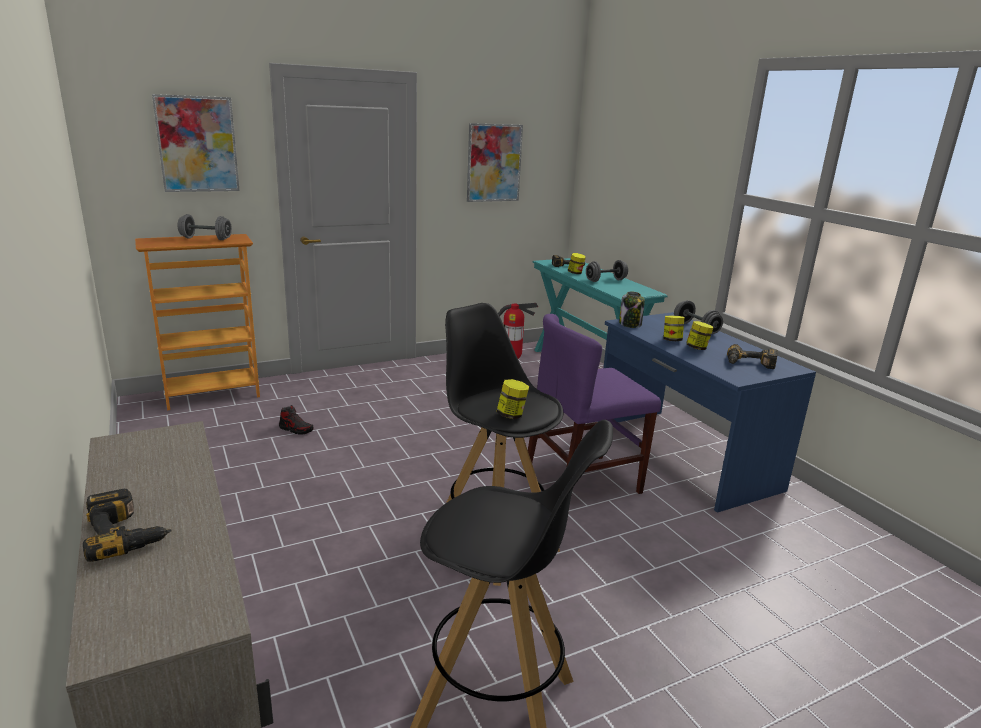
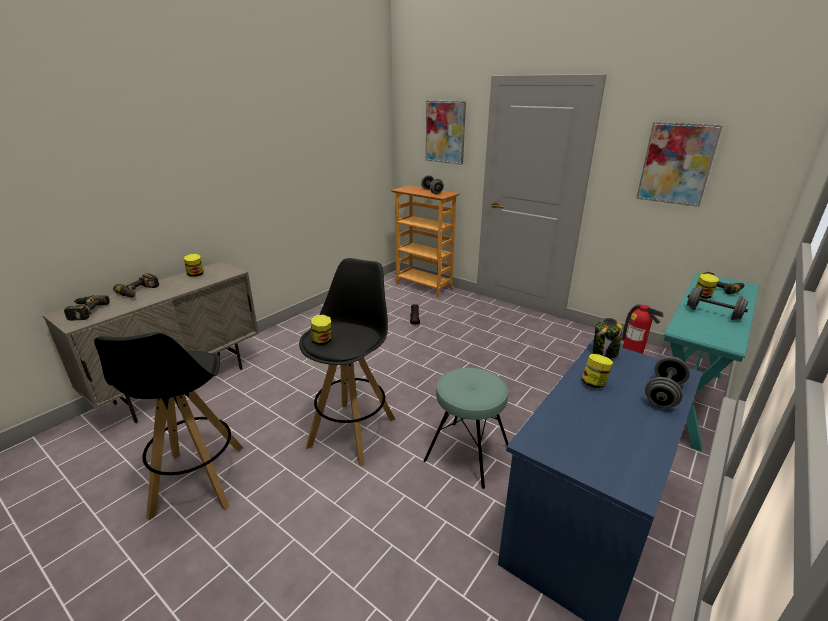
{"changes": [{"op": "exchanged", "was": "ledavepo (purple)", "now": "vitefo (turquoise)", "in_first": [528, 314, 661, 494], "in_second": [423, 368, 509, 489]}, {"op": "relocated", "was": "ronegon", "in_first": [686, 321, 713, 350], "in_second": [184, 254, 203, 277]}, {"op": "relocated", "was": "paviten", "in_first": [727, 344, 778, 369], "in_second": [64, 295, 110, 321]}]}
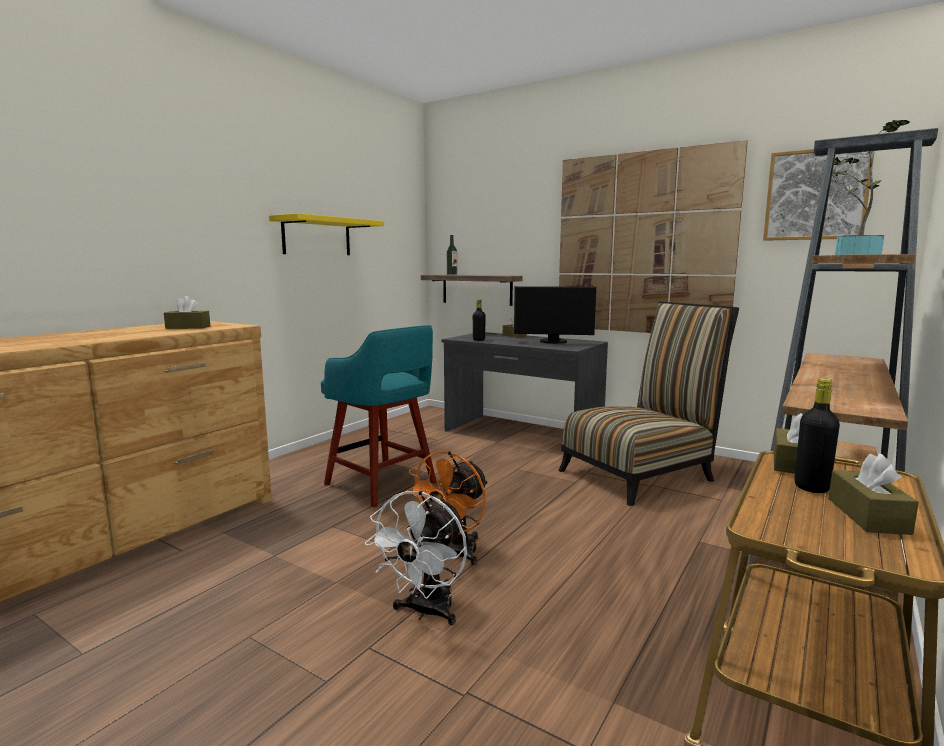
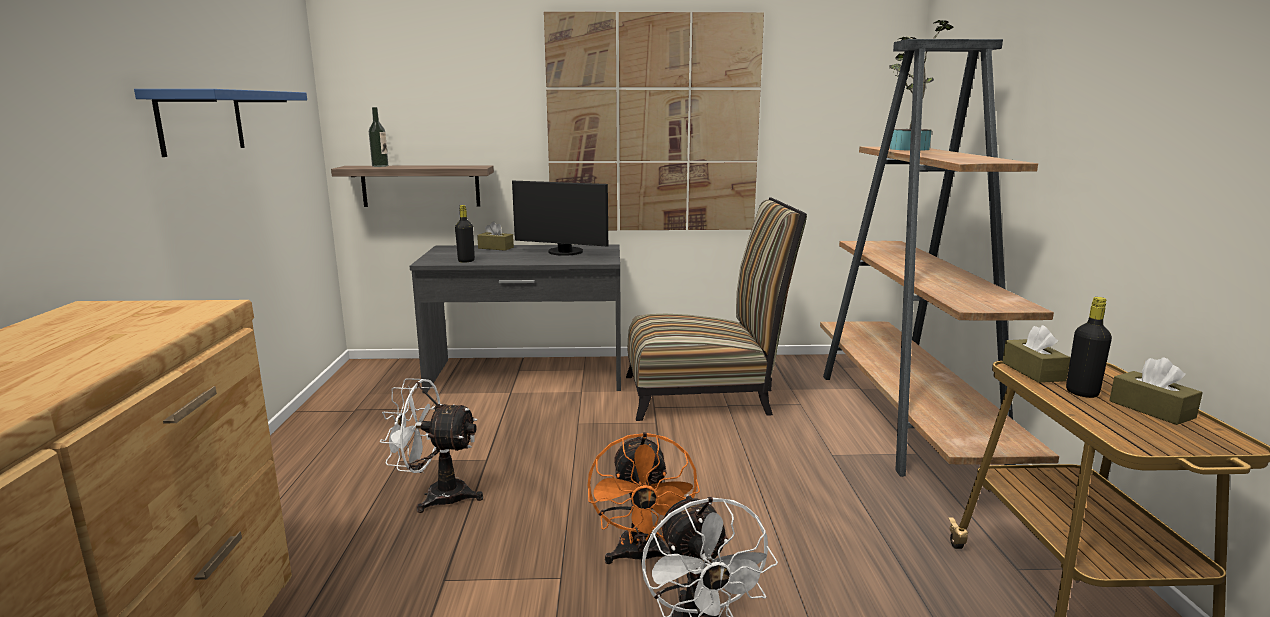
{"changes": [{"op": "missing", "was": "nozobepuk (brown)", "in_first": [164, 296, 210, 329]}, {"op": "colour", "was": "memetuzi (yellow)", "now": "memetuzi (blue)", "in_first": [269, 213, 384, 255], "in_second": [134, 89, 307, 157]}, {"op": "exchanged", "was": "vitefo (turquoise)", "now": "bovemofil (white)", "in_first": [321, 325, 437, 507], "in_second": [380, 378, 483, 513]}, {"op": "spun", "was": "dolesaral", "in_first": [514, 286, 596, 344], "in_second": [512, 181, 608, 256], "clockwise": 45}, {"op": "spun", "was": "ledavepo", "in_first": [558, 301, 739, 506], "in_second": [626, 197, 807, 421], "clockwise": 60}, {"op": "missing", "was": "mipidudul", "in_first": [763, 149, 875, 241]}]}
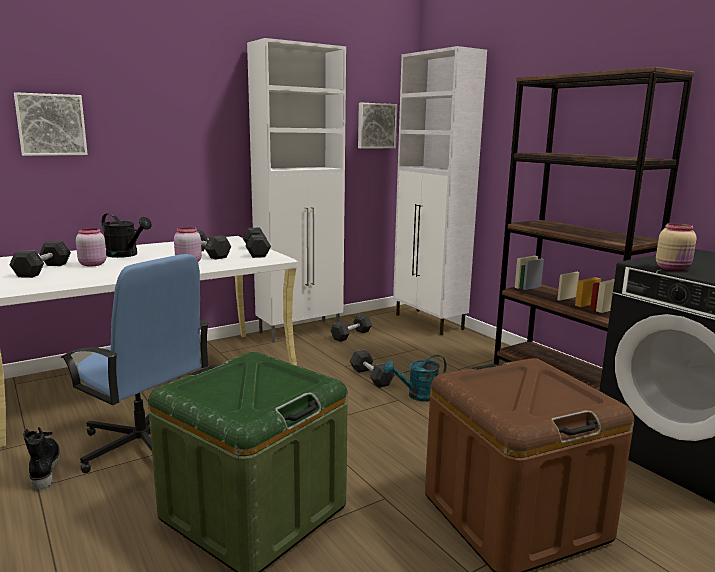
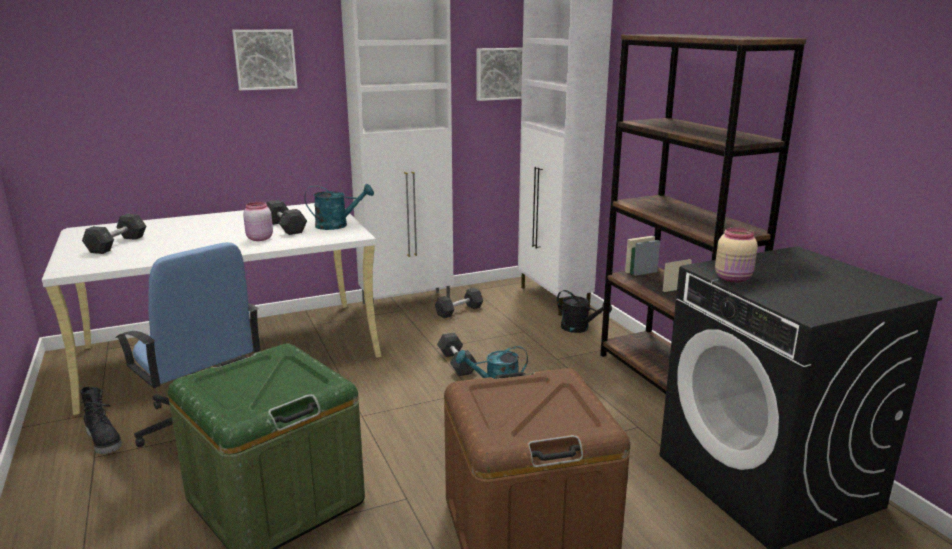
{"changes": [{"op": "relocated", "was": "mipidudul", "in_first": [14, 92, 88, 156], "in_second": [232, 29, 298, 91]}, {"op": "spun", "was": "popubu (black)", "in_first": [23, 427, 61, 491], "in_second": [81, 387, 122, 454], "clockwise": 150}, {"op": "missing", "was": "ronegon (pink)", "in_first": [76, 228, 106, 267]}, {"op": "relocated", "was": "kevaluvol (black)", "in_first": [102, 213, 152, 258], "in_second": [557, 290, 612, 333]}, {"op": "exchanged", "was": "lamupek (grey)", "now": "kevaluvol (turquoise)", "in_first": [243, 228, 271, 258], "in_second": [304, 184, 374, 230]}]}
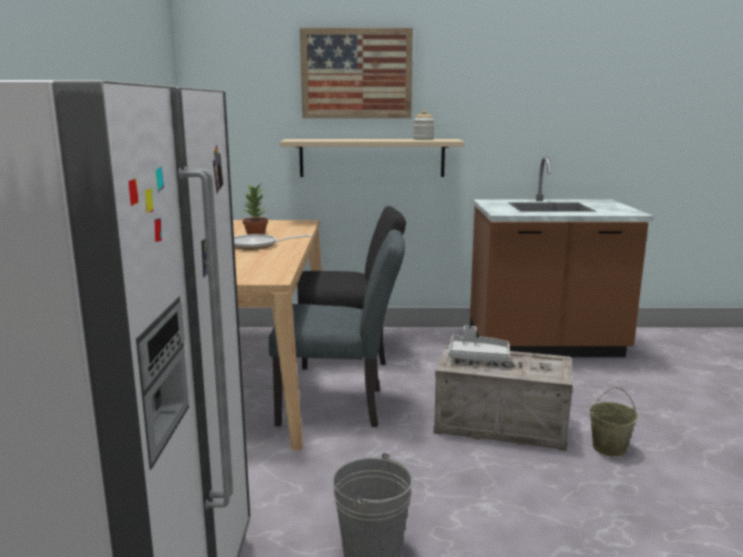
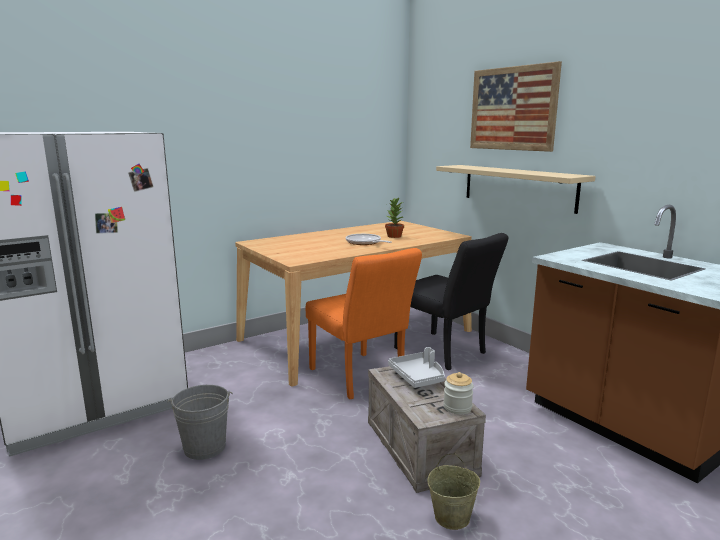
{"changes": [{"op": "colour", "was": "ledavepo (grey)", "now": "ledavepo (orange)", "in_first": [269, 229, 405, 427], "in_second": [306, 248, 422, 399]}, {"op": "relocated", "was": "ronegon", "in_first": [413, 110, 435, 140], "in_second": [443, 372, 474, 415]}]}
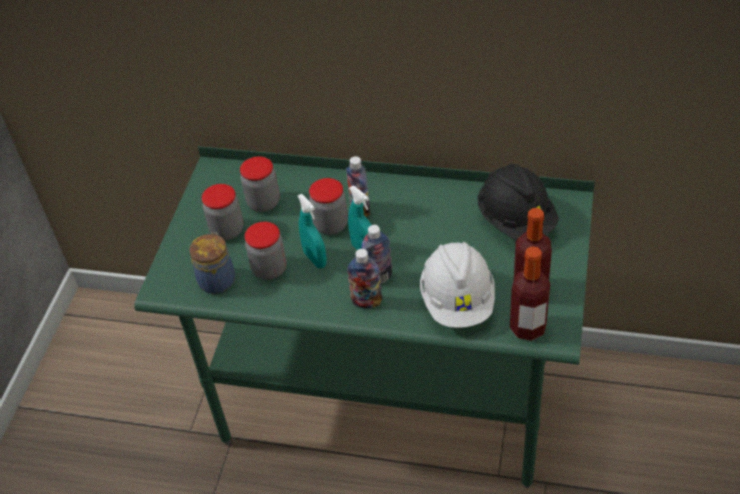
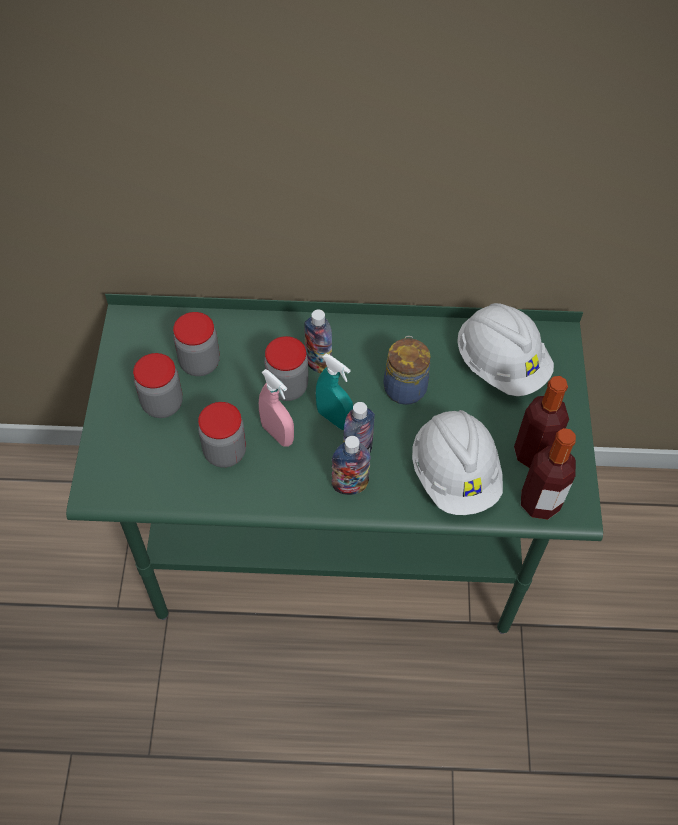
{"changes": [{"op": "relocated", "was": "ronegon", "in_first": [189, 232, 235, 294], "in_second": [384, 336, 431, 405]}, {"op": "colour", "was": "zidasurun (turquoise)", "now": "zidasurun (pink)", "in_first": [298, 194, 327, 268], "in_second": [259, 369, 294, 447]}, {"op": "colour", "was": "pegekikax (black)", "now": "pegekikax (white)", "in_first": [478, 164, 559, 240], "in_second": [457, 303, 554, 396]}]}
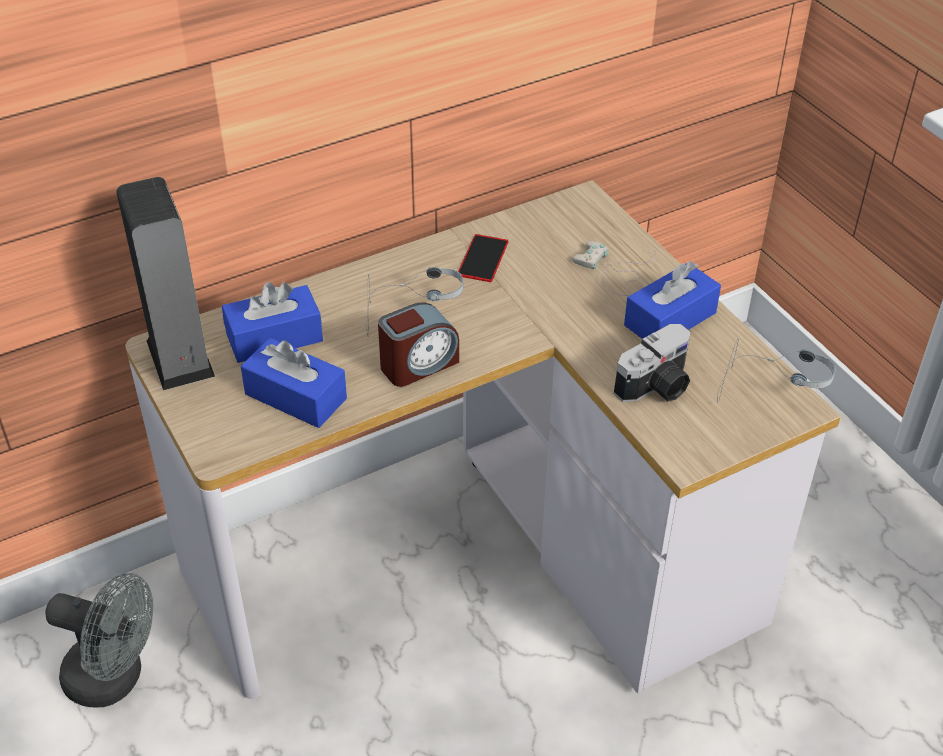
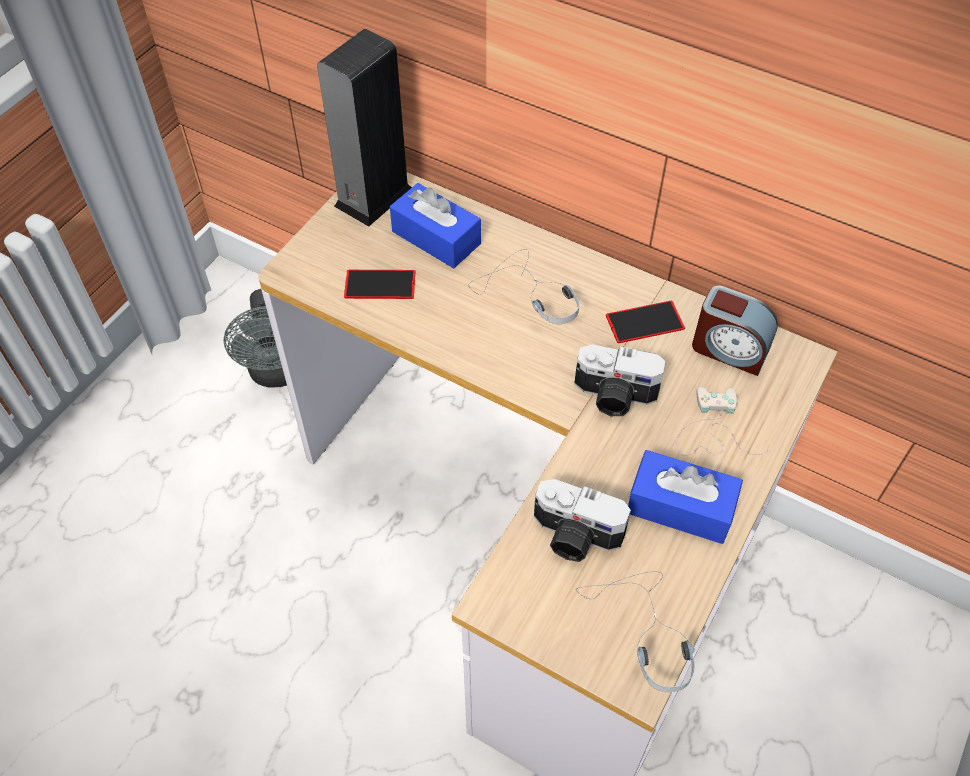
{"changes": [{"op": "exchanged", "was": "nozobepuk (blue)", "now": "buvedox", "in_first": [241, 338, 347, 428], "in_second": [344, 270, 415, 299]}, {"op": "relocated", "was": "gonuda", "in_first": [378, 302, 459, 387], "in_second": [692, 286, 778, 376]}, {"op": "appeared", "now": "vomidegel", "in_second": [574, 344, 666, 416]}]}
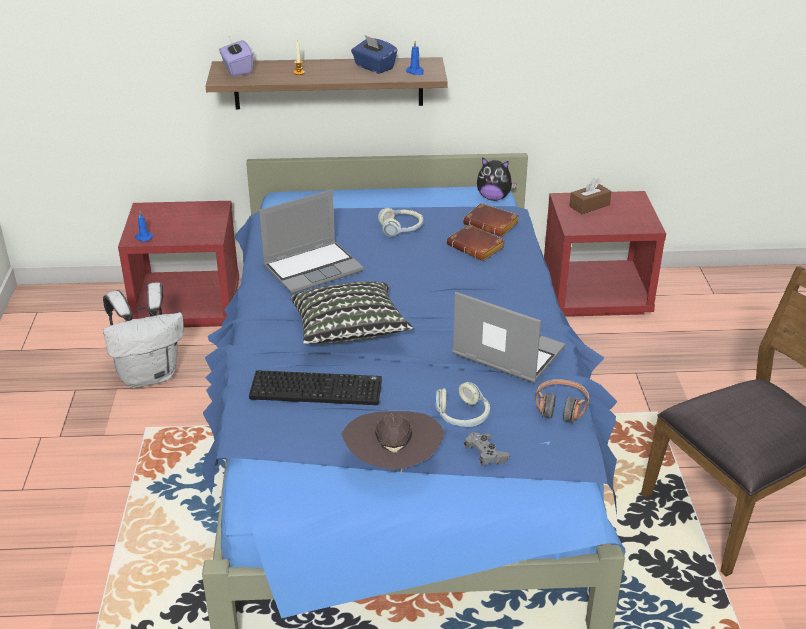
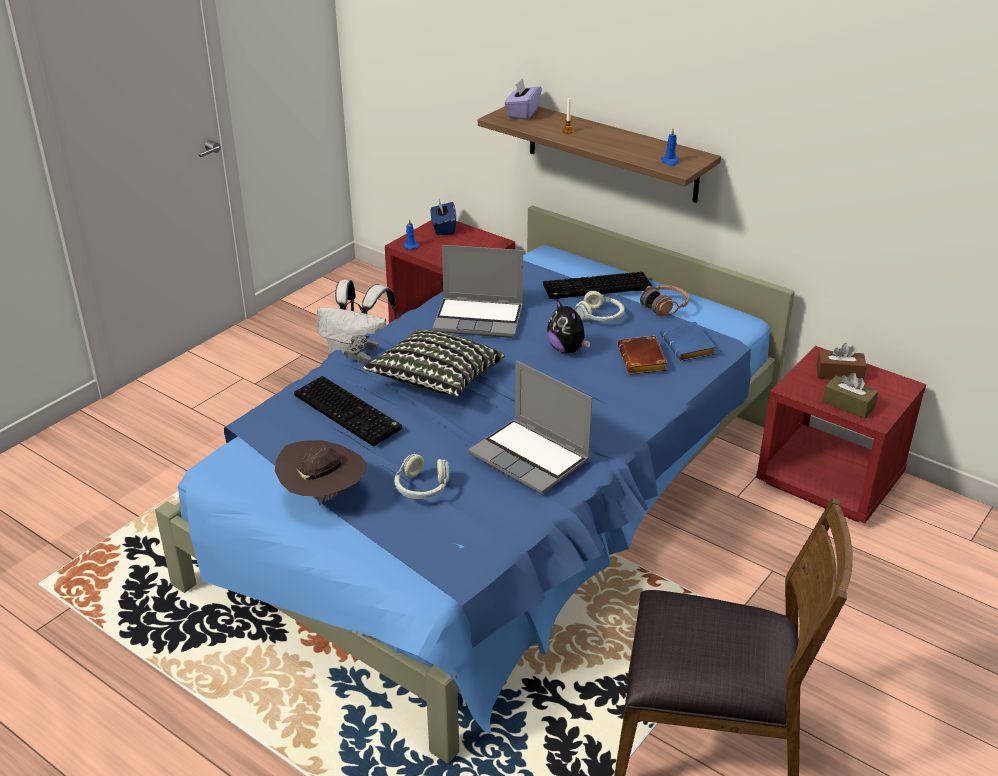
{"changes": [{"op": "relocated", "was": "nozobepuk (blue)", "in_first": [351, 35, 397, 74], "in_second": [431, 199, 456, 235]}, {"op": "spun", "was": "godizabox", "in_first": [452, 292, 565, 383], "in_second": [468, 361, 592, 494], "clockwise": 150}, {"op": "colour", "was": "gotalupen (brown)", "now": "gotalupen (blue)", "in_first": [463, 203, 519, 237], "in_second": [660, 322, 716, 361]}, {"op": "relocated", "was": "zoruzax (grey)", "in_first": [464, 432, 510, 466], "in_second": [344, 335, 378, 364]}, {"op": "relocated", "was": "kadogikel", "in_first": [477, 157, 517, 201], "in_second": [547, 299, 591, 354]}, {"op": "relocated", "was": "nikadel", "in_first": [535, 379, 590, 423], "in_second": [640, 285, 689, 316]}, {"op": "appeared", "now": "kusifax", "in_second": [543, 272, 652, 300]}, {"op": "appeared", "now": "nozobepuk (brown)", "in_second": [822, 373, 878, 418]}]}
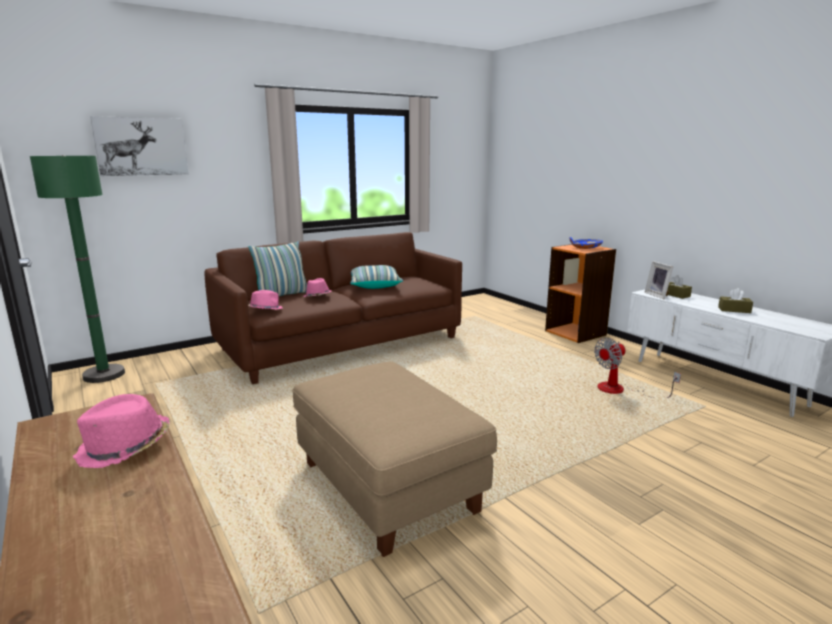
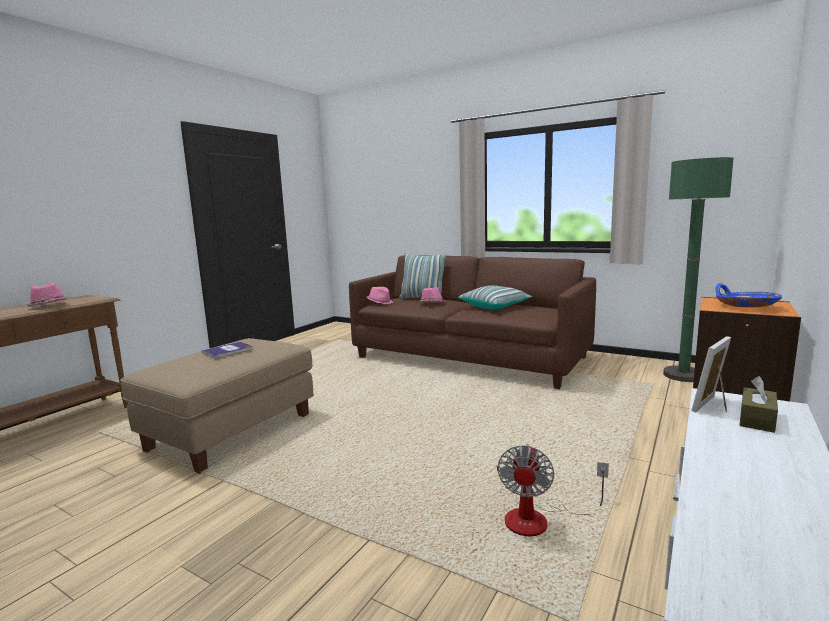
{"changes": [{"op": "relocated", "was": "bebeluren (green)", "in_first": [30, 155, 125, 383], "in_second": [663, 157, 734, 382]}, {"op": "missing", "was": "mipidudul", "in_first": [90, 116, 188, 176]}, {"op": "spun", "was": "bovemofil", "in_first": [594, 338, 681, 398], "in_second": [497, 444, 609, 536], "clockwise": -105}, {"op": "missing", "was": "nozobepuk (brown)", "in_first": [718, 288, 753, 313]}, {"op": "appeared", "now": "gotalupen", "in_second": [201, 342, 253, 358]}]}
